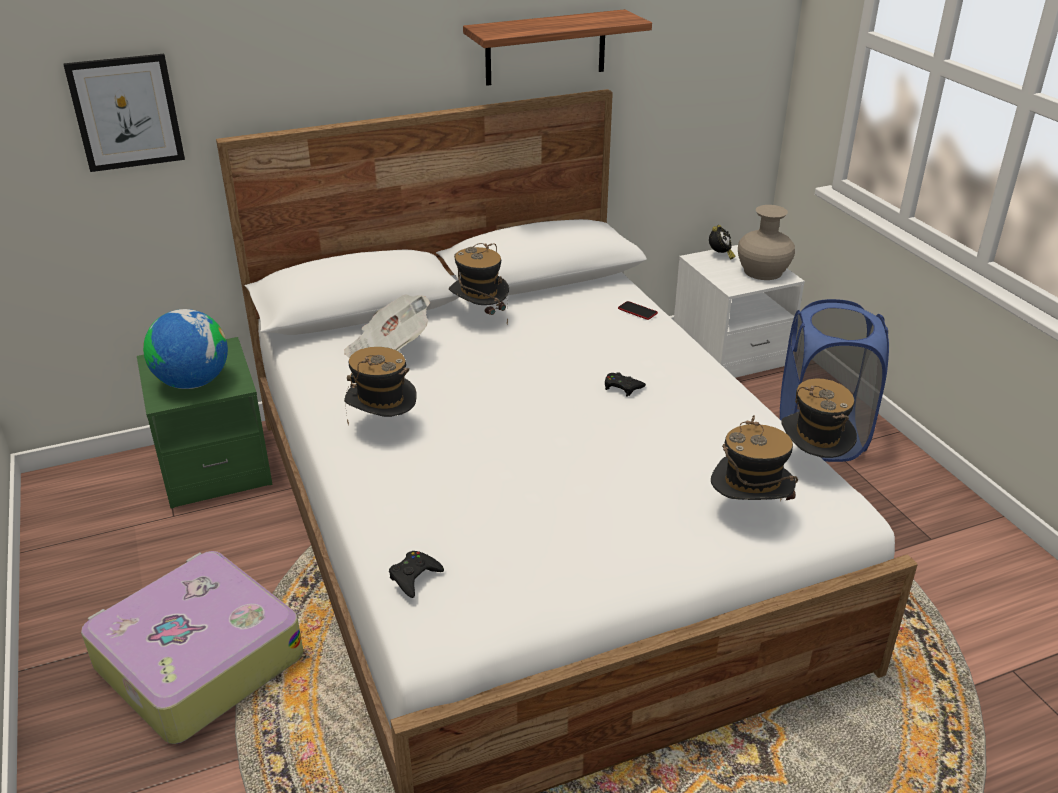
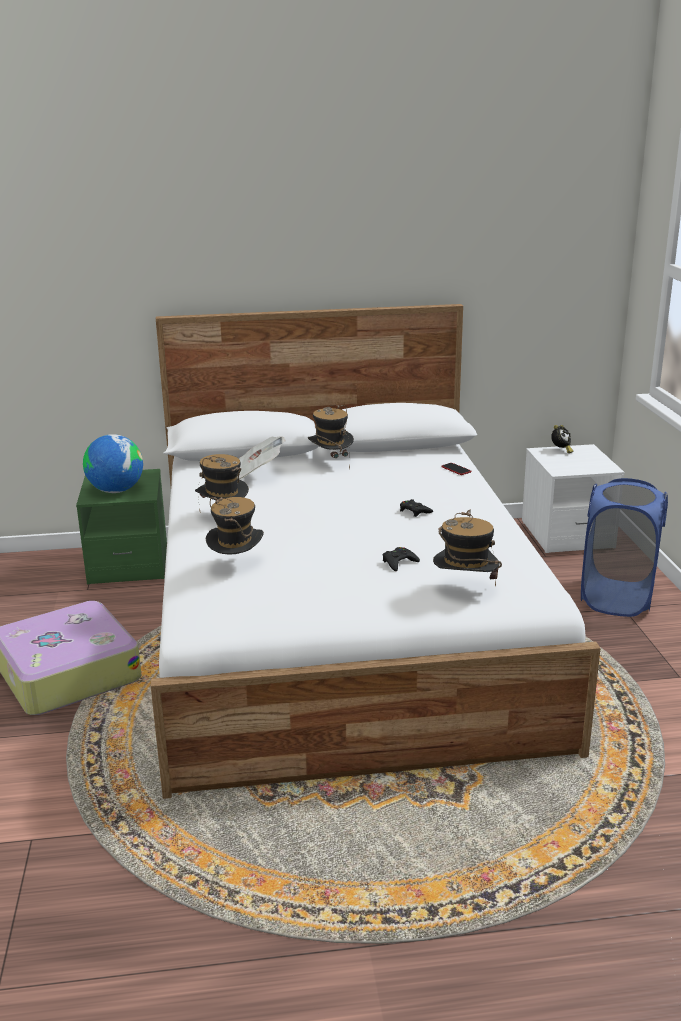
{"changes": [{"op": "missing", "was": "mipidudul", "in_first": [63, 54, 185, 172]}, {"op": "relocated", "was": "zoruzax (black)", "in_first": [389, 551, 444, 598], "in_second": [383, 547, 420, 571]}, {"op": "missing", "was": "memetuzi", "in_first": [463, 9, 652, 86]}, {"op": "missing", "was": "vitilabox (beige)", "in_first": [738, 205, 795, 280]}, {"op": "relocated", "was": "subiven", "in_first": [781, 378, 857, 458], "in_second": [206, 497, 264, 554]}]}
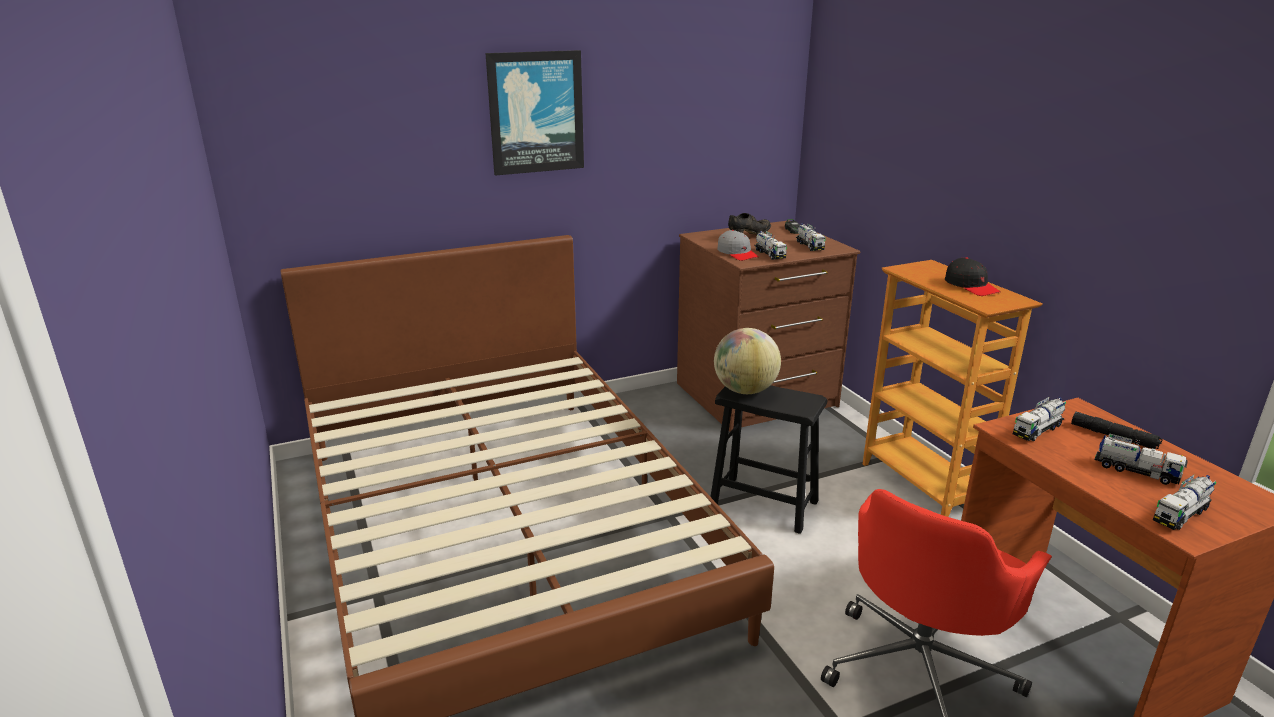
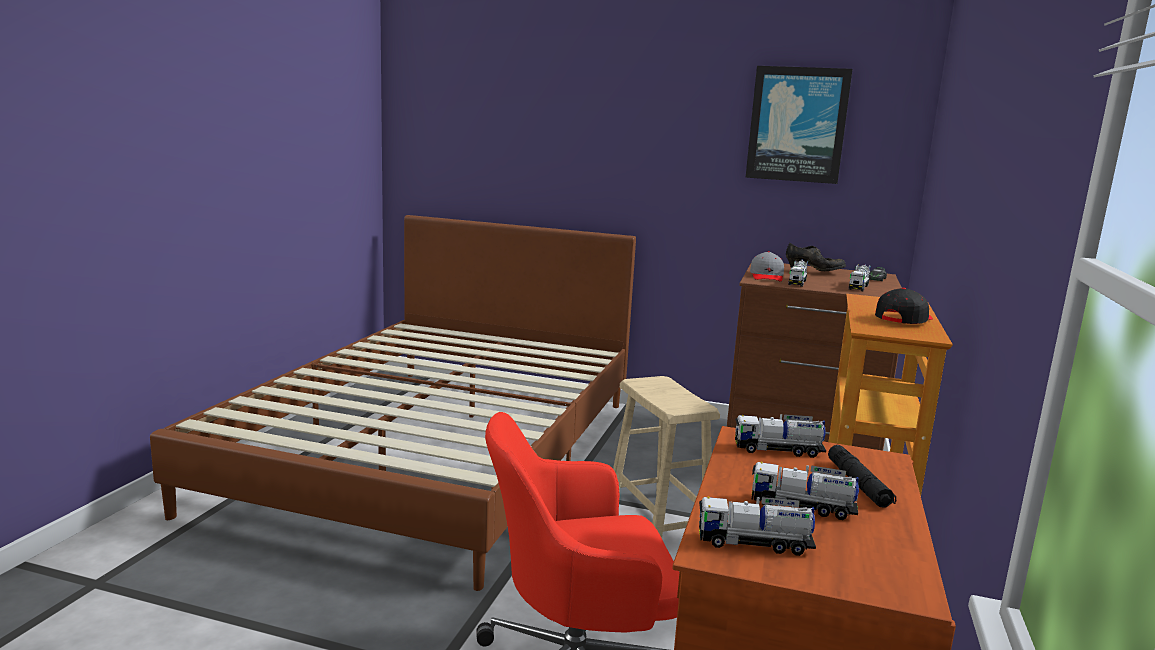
{"changes": [{"op": "relocated", "was": "mipidudul", "in_first": [486, 50, 584, 176], "in_second": [745, 66, 853, 184]}, {"op": "colour", "was": "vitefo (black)", "now": "vitefo (beige)", "in_first": [710, 385, 827, 534], "in_second": [613, 376, 720, 538]}, {"op": "missing", "was": "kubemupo", "in_first": [714, 328, 781, 394]}, {"op": "spun", "was": "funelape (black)", "in_first": [945, 257, 1001, 296], "in_second": [875, 288, 933, 324], "clockwise": -150}, {"op": "spun", "was": "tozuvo", "in_first": [1094, 433, 1188, 485], "in_second": [752, 462, 859, 520], "clockwise": 120}]}
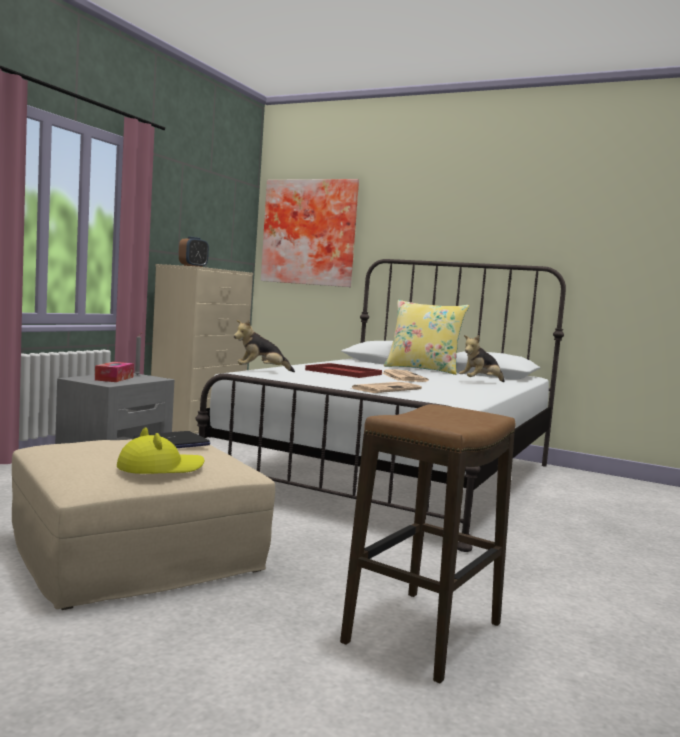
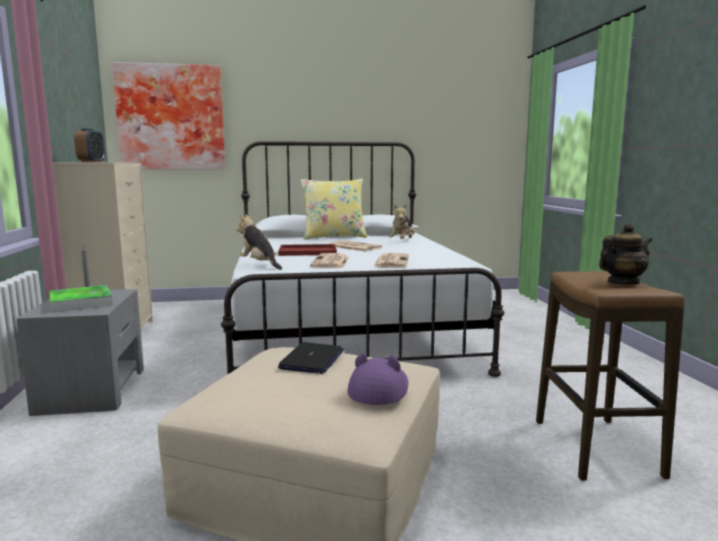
{"changes": [{"op": "exchanged", "was": "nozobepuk", "now": "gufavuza", "in_first": [95, 362, 134, 382], "in_second": [49, 285, 113, 313]}, {"op": "colour", "was": "subiven (yellow)", "now": "subiven (purple)", "in_first": [117, 427, 205, 474], "in_second": [347, 353, 409, 405]}, {"op": "spun", "was": "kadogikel", "in_first": [234, 320, 295, 372], "in_second": [236, 214, 282, 270], "clockwise": 105}, {"op": "appeared", "now": "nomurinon", "in_second": [310, 253, 349, 268]}, {"op": "appeared", "now": "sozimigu", "in_second": [599, 223, 652, 285]}]}
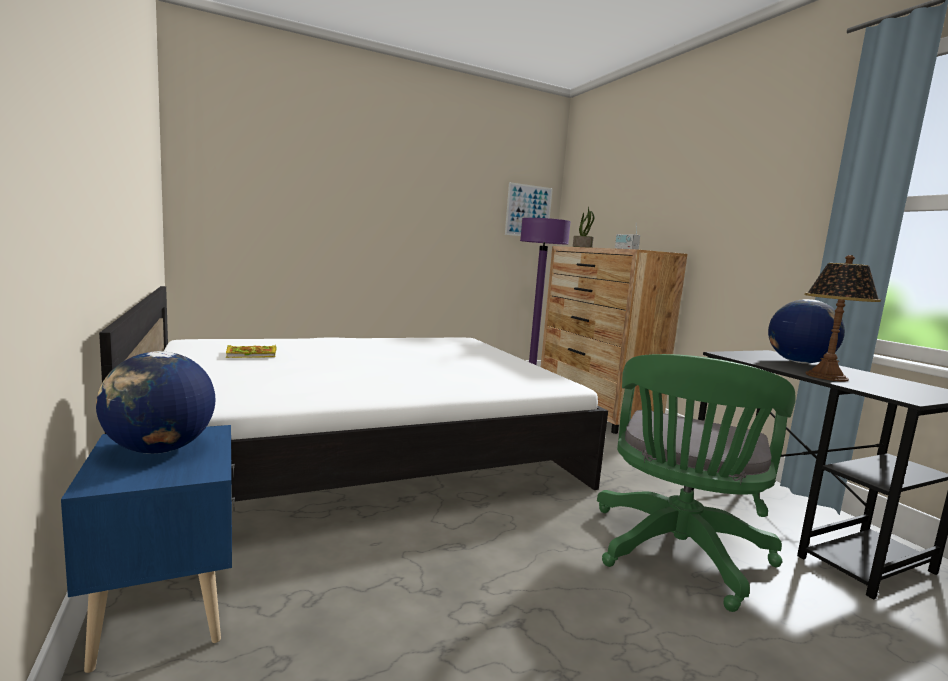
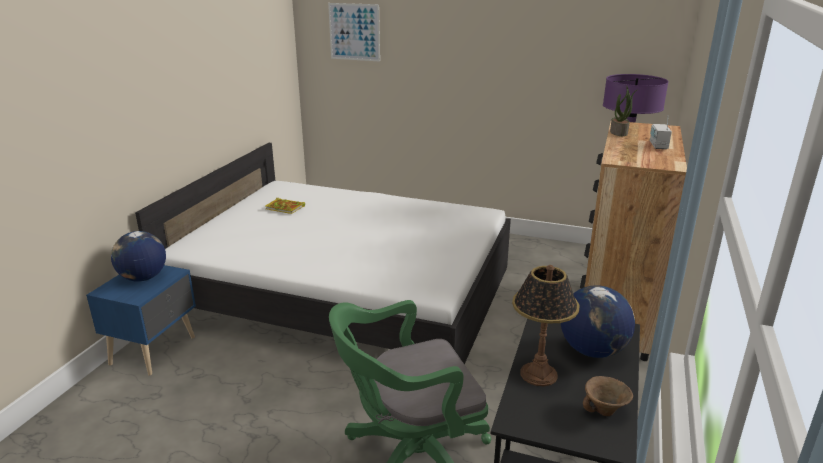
{"changes": [{"op": "relocated", "was": "mipidudul", "in_first": [505, 182, 553, 236], "in_second": [328, 3, 380, 62]}, {"op": "appeared", "now": "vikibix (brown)", "in_second": [583, 376, 633, 416]}]}
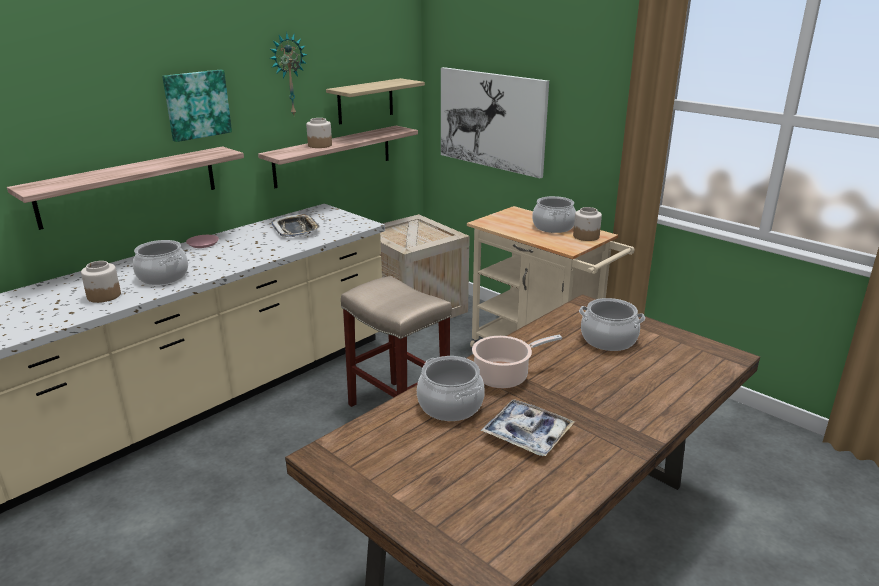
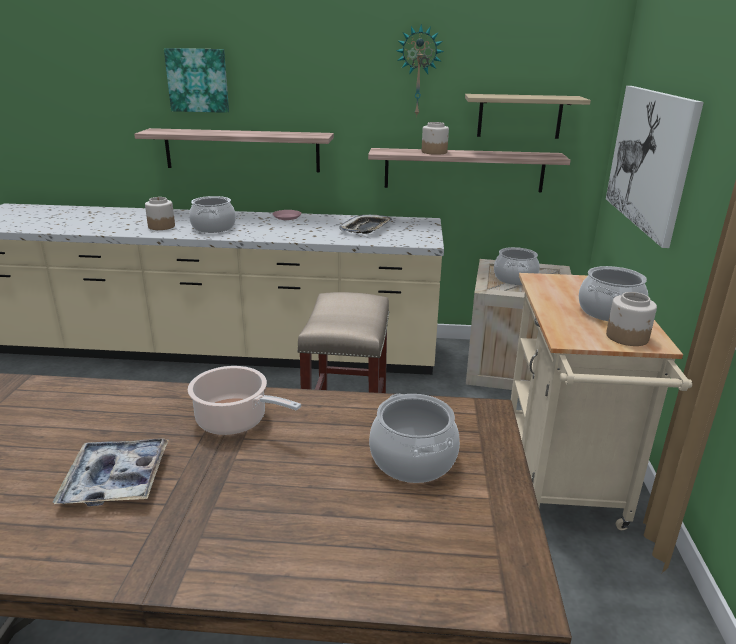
{"changes": [{"op": "relocated", "was": "mipidudul", "in_first": [162, 70, 232, 142], "in_second": [164, 48, 229, 113]}, {"op": "relocated", "was": "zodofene", "in_first": [417, 356, 485, 421], "in_second": [494, 247, 540, 285]}]}
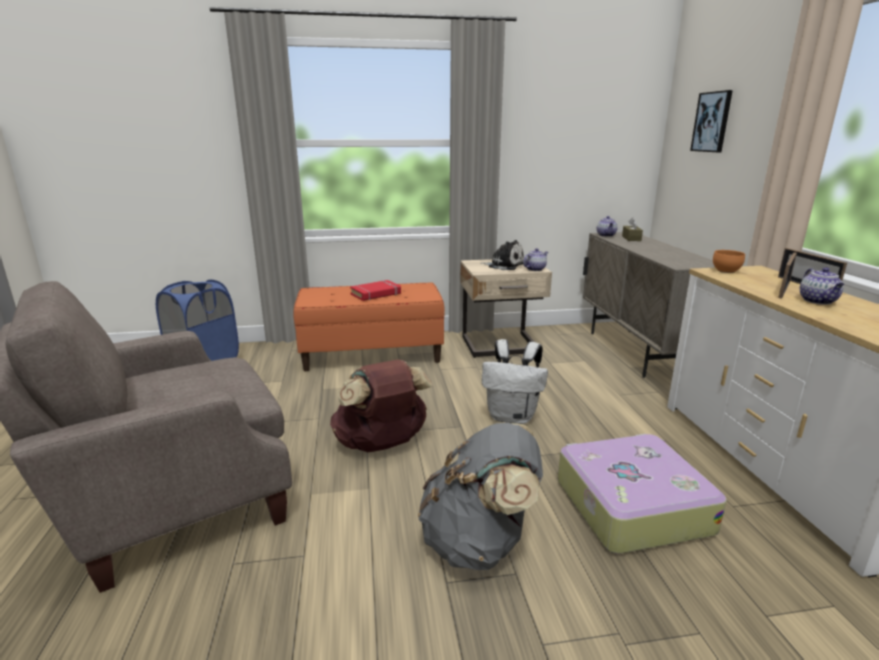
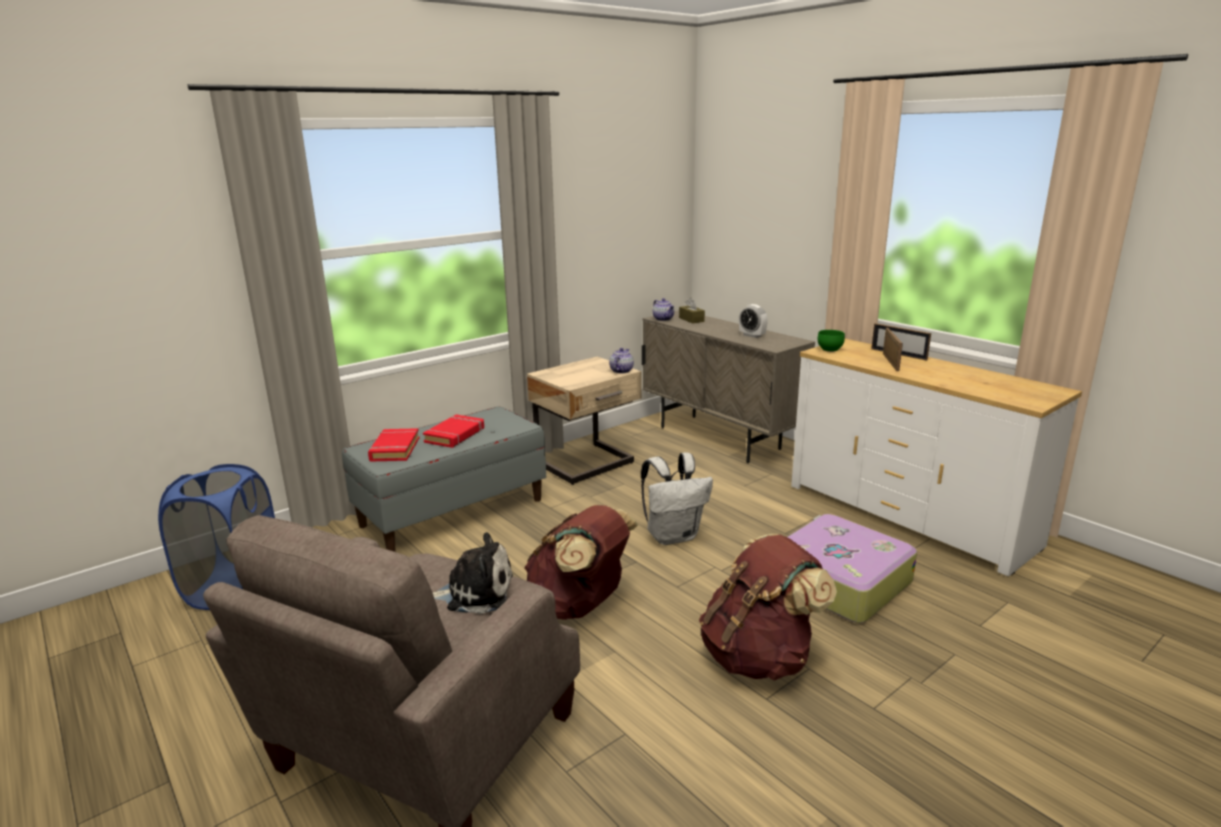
{"changes": [{"op": "colour", "was": "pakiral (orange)", "now": "pakiral (grey)", "in_first": [293, 283, 445, 371], "in_second": [342, 406, 546, 552]}, {"op": "colour", "was": "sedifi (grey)", "now": "sedifi (brown)", "in_first": [418, 423, 543, 570], "in_second": [699, 534, 837, 681]}, {"op": "relocated", "was": "kadogikel", "in_first": [480, 240, 524, 270], "in_second": [433, 532, 513, 614]}, {"op": "missing", "was": "mipidudul", "in_first": [690, 90, 733, 152]}, {"op": "colour", "was": "vikibix (orange)", "now": "vikibix (green)", "in_first": [713, 250, 745, 273], "in_second": [818, 330, 845, 352]}, {"op": "missing", "was": "sozimigu", "in_first": [800, 267, 844, 305]}, {"op": "appeared", "now": "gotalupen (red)", "in_second": [368, 428, 419, 461]}, {"op": "appeared", "now": "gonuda", "in_second": [739, 304, 768, 338]}]}
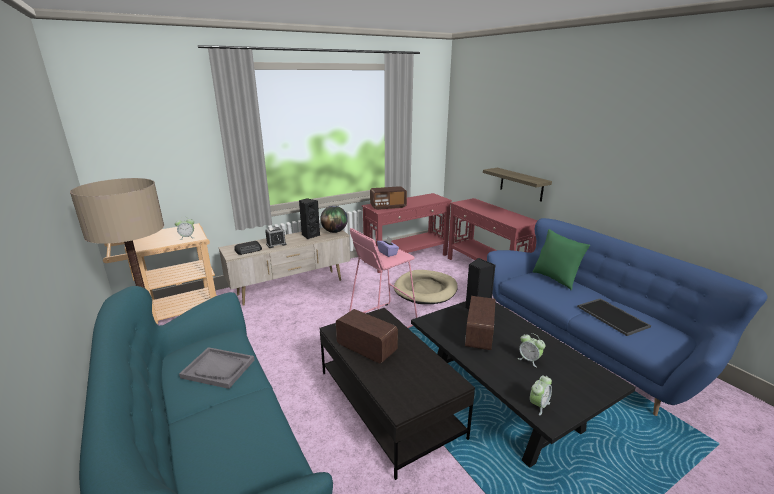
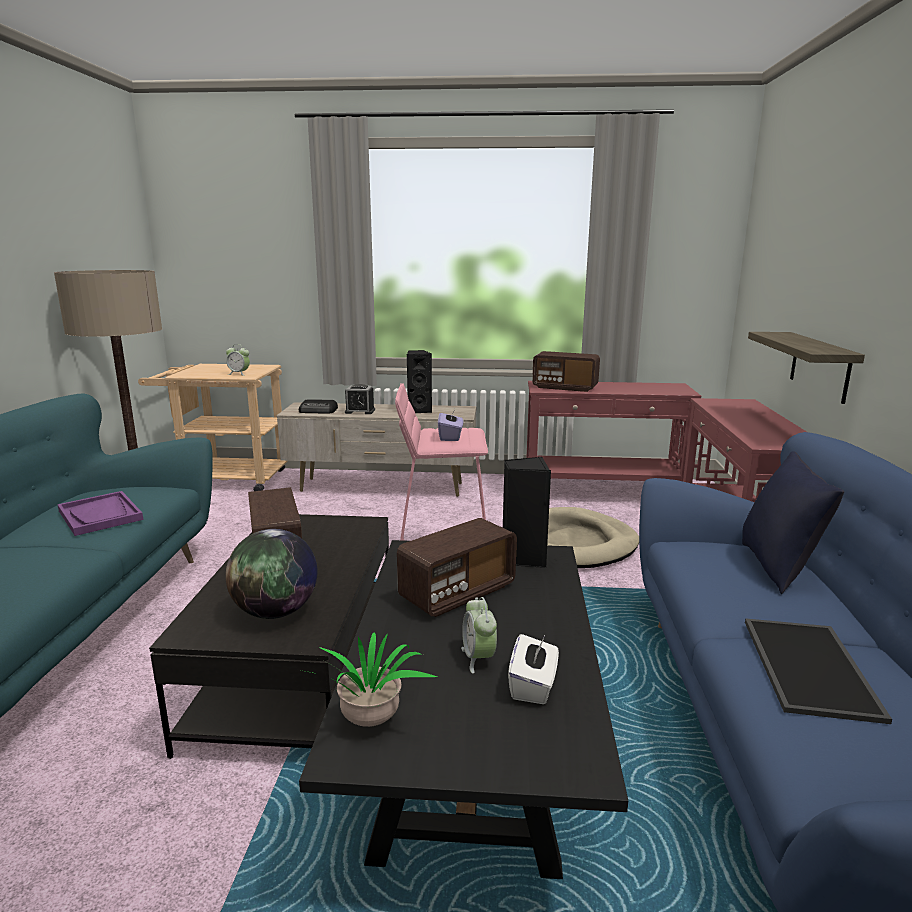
{"changes": [{"op": "colour", "was": "gufavuza (grey)", "now": "gufavuza (purple)", "in_first": [179, 347, 254, 389], "in_second": [57, 491, 143, 536]}, {"op": "relocated", "was": "kubemupo", "in_first": [320, 206, 348, 233], "in_second": [225, 529, 318, 619]}, {"op": "exchanged", "was": "gonuda", "now": "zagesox", "in_first": [530, 375, 552, 415], "in_second": [301, 633, 437, 727]}, {"op": "colour", "was": "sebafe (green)", "now": "sebafe (blue)", "in_first": [533, 229, 590, 291], "in_second": [742, 451, 844, 594]}, {"op": "appeared", "now": "nozobepuk (white)", "in_second": [508, 634, 559, 704]}]}
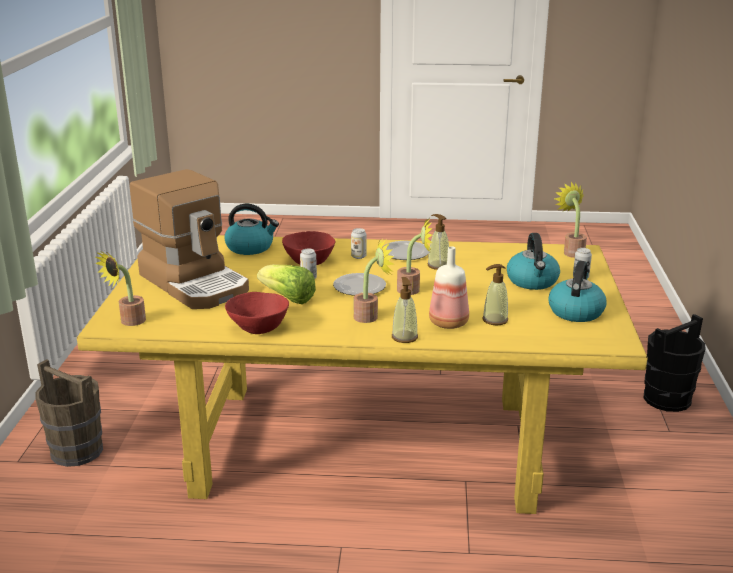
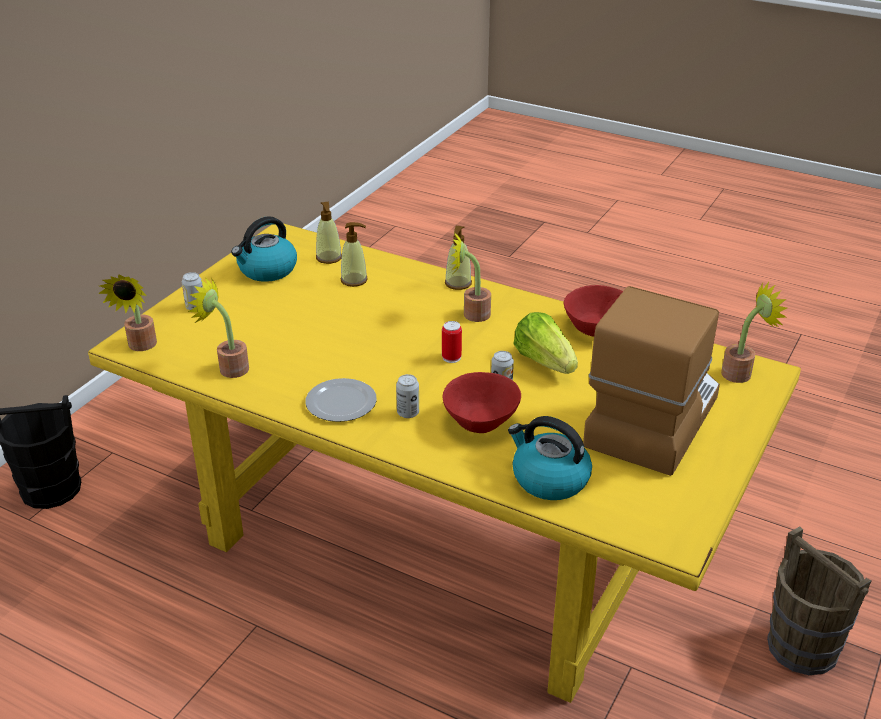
{"changes": [{"op": "spun", "was": "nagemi", "in_first": [130, 169, 249, 309], "in_second": [583, 286, 720, 476], "clockwise": 45}, {"op": "exchanged", "was": "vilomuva", "now": "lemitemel", "in_first": [333, 273, 386, 296], "in_second": [442, 321, 462, 363]}, {"op": "relocated", "was": "zagesox", "in_first": [397, 218, 433, 295], "in_second": [188, 278, 249, 378]}, {"op": "relocated", "was": "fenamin", "in_first": [428, 214, 449, 270], "in_second": [316, 202, 342, 264]}, {"op": "missing", "was": "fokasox", "in_first": [429, 246, 469, 329]}, {"op": "missing", "was": "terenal", "in_first": [507, 233, 560, 290]}]}
